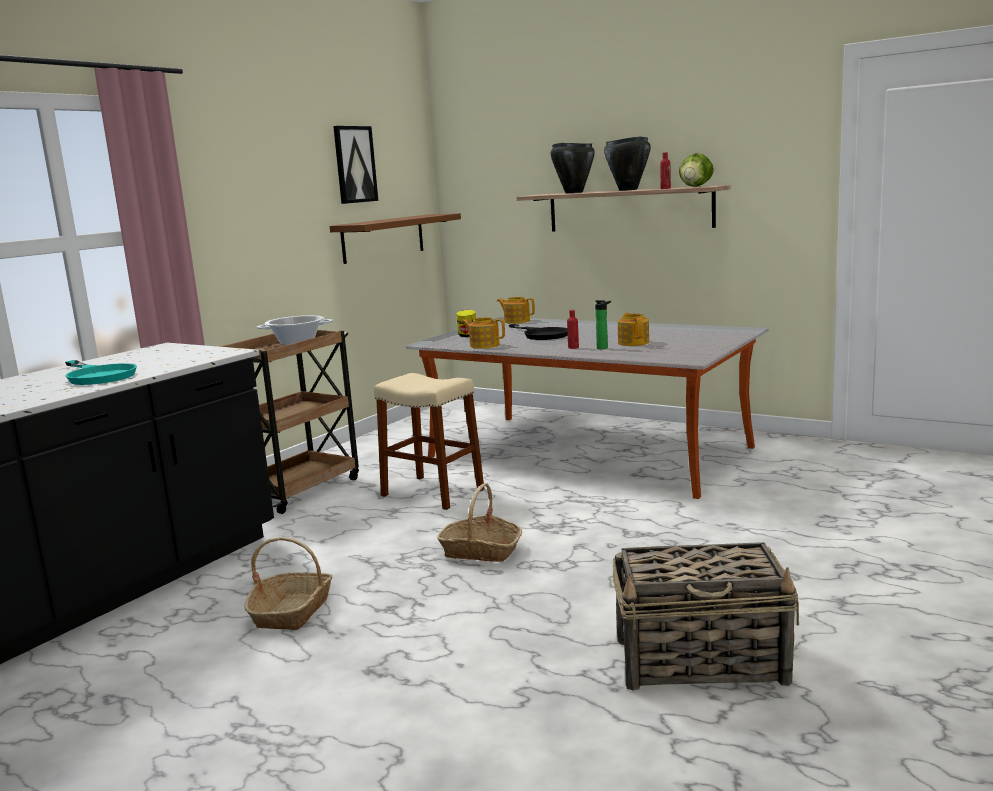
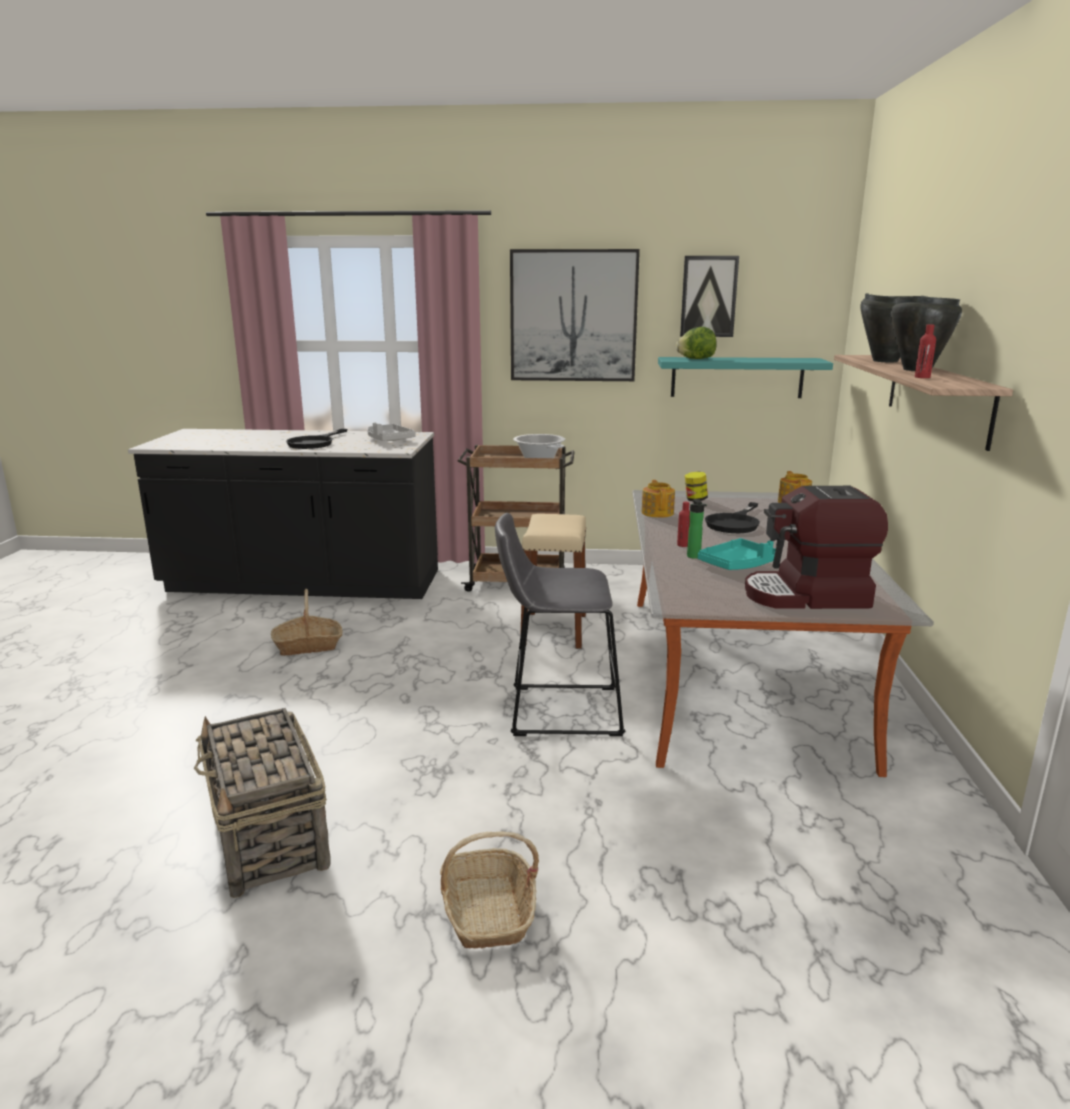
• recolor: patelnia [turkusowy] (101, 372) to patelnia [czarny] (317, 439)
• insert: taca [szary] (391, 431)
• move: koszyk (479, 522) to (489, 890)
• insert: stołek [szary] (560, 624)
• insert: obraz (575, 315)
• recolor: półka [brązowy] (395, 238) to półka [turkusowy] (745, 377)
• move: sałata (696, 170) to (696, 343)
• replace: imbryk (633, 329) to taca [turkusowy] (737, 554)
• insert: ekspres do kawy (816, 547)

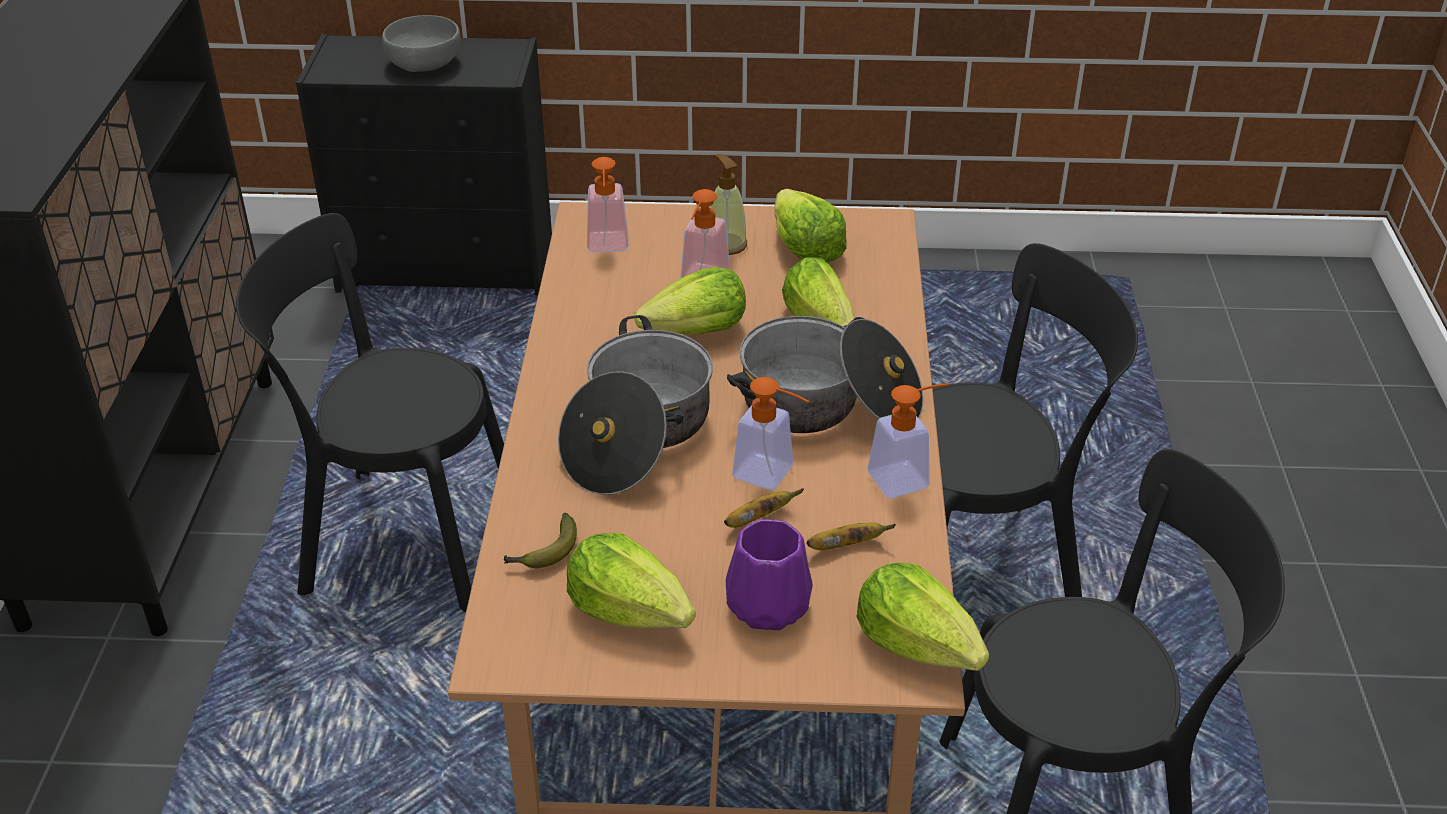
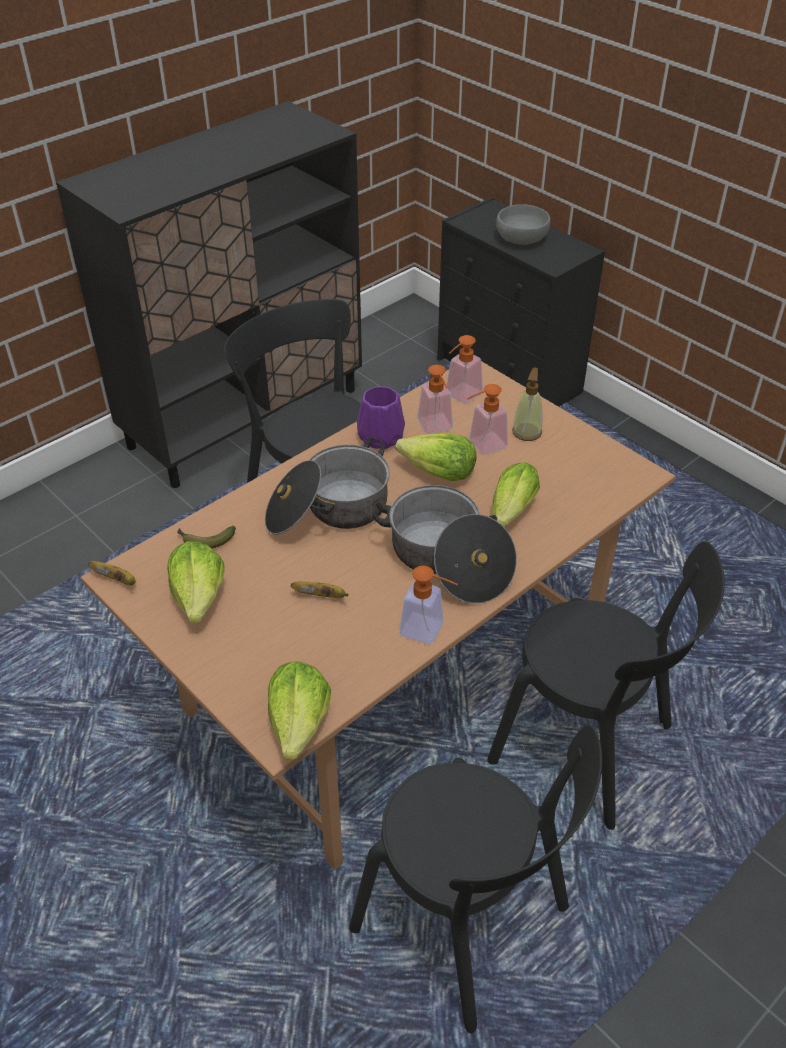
• move: banan (851, 536) to (112, 573)
• move: wazon [fioletowy] (769, 574) to (381, 417)
• move: dozownik mydła (770, 433) to (435, 399)
• delete: sałata (810, 226)

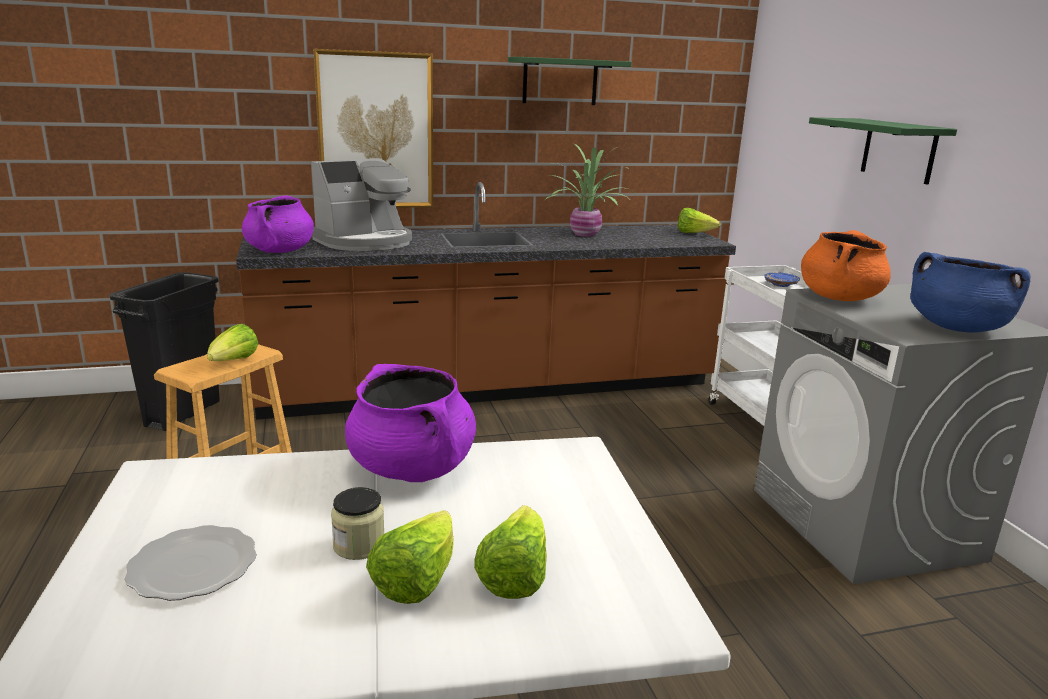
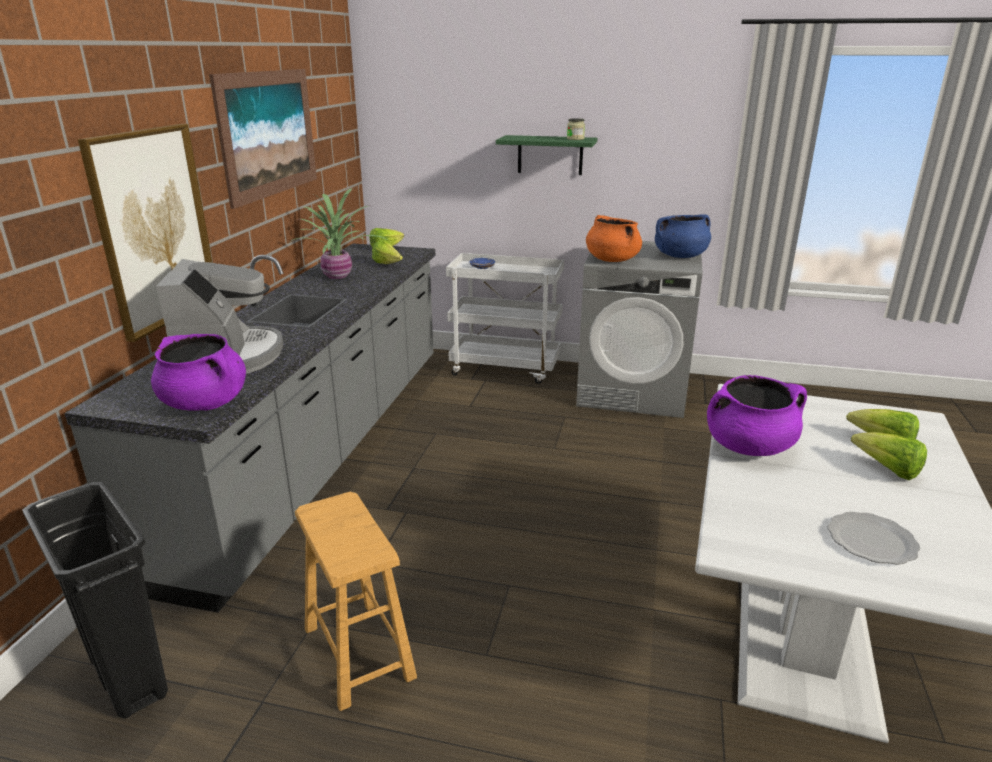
• recolor: zabudowa kuchenna [brązowy] (486, 301) to zabudowa kuchenna [szary] (249, 428)
• replace: półka [zielony] (570, 81) to obraz (263, 139)
• move: sałata (232, 342) to (387, 252)
• move: słoik (357, 523) to (576, 129)

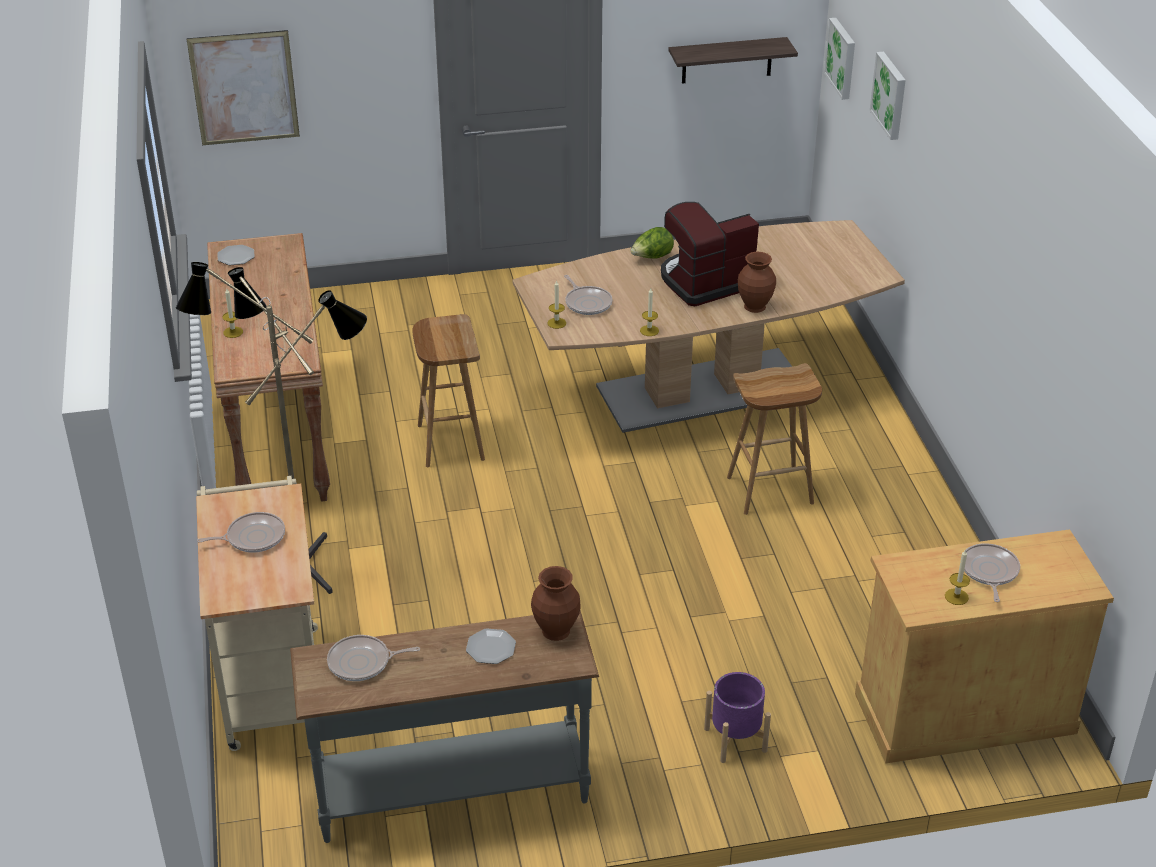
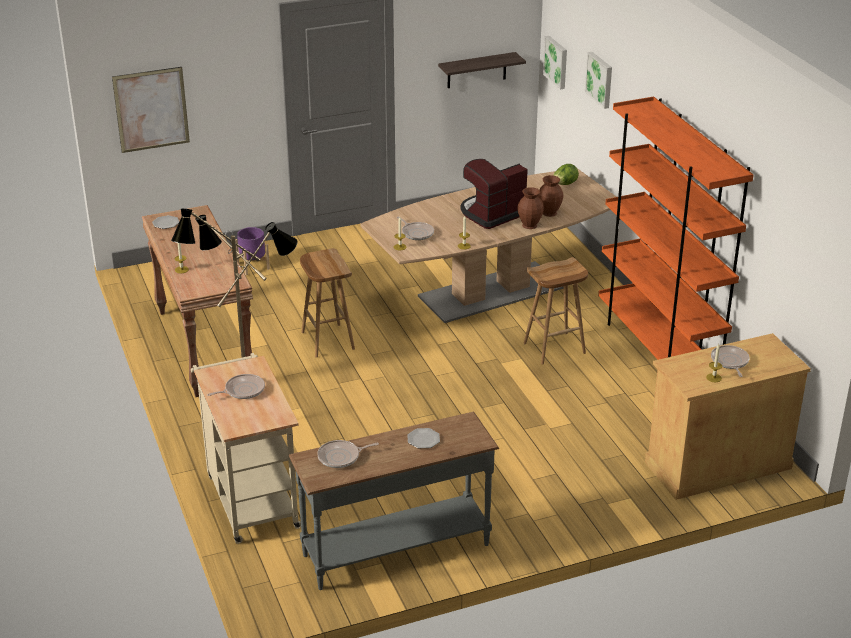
• move: donica [fioletowy] (737, 717) to (252, 251)
• move: wazon [brązowy] (556, 603) to (550, 196)
• move: sałata (652, 243) to (566, 174)
• insert: regał [pomarańczowy] (676, 228)

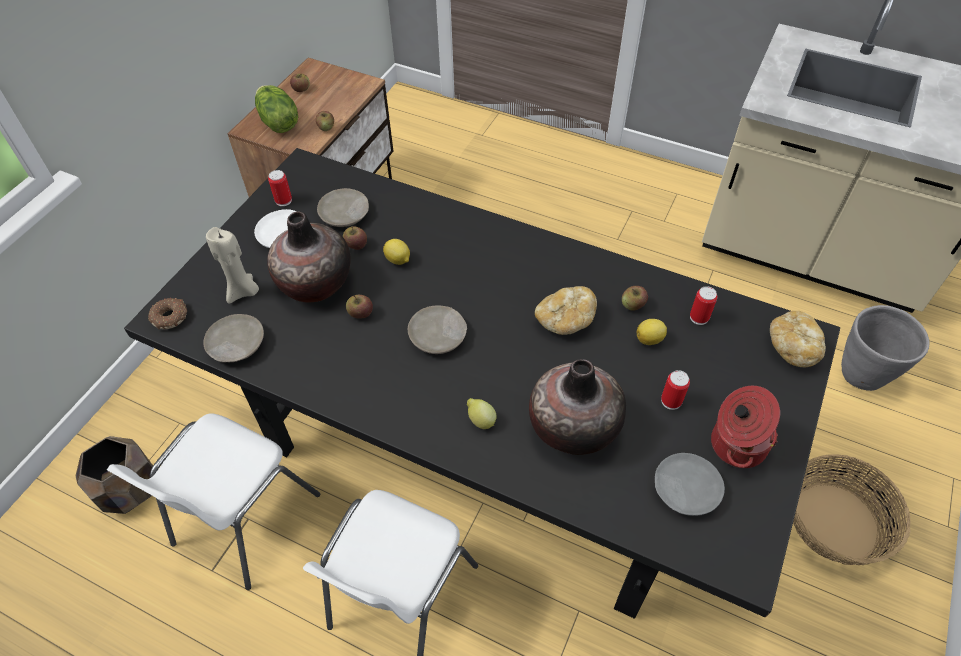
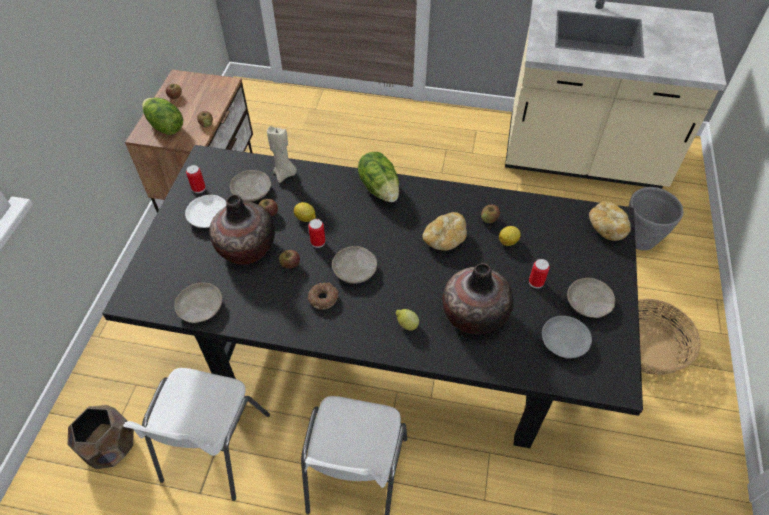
• move: świeca [beżowy] (232, 265) to (282, 154)
• move: puszka (703, 305) to (316, 233)
• move: donut (167, 313) to (323, 296)
• insert: sałata (378, 177)
• replace: garnek (745, 427) to talerz [beżowy] (591, 298)

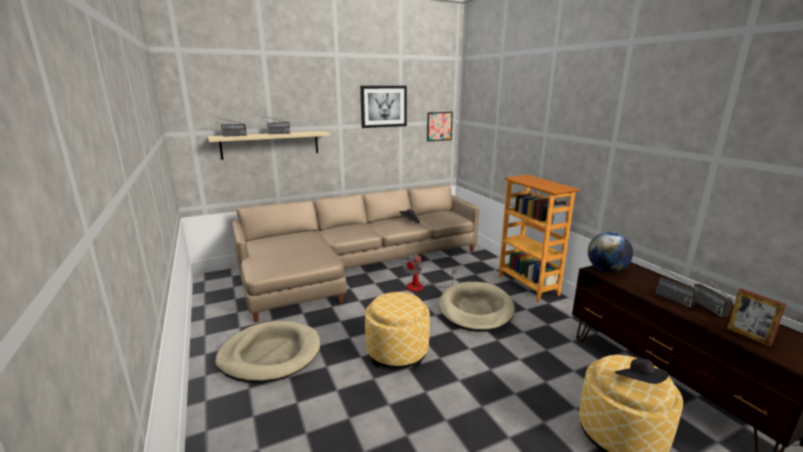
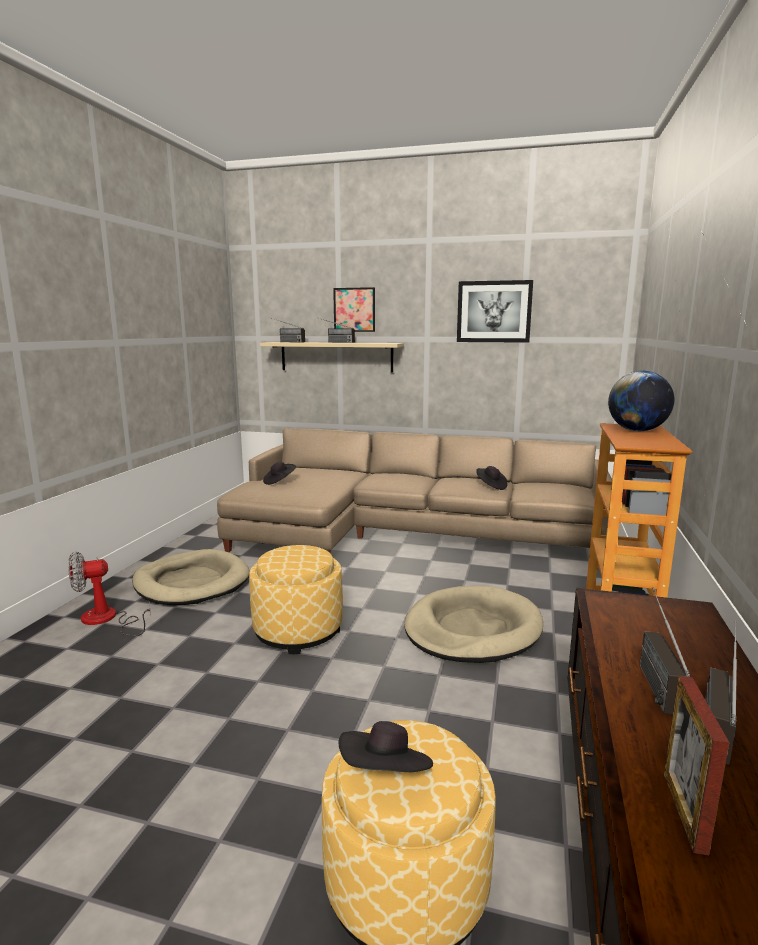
• move: wentylator (429, 272) to (109, 593)
• insert: kapelusz [czarny] (279, 473)
• move: obraz (440, 127) to (354, 309)
• move: globus (610, 252) to (641, 401)

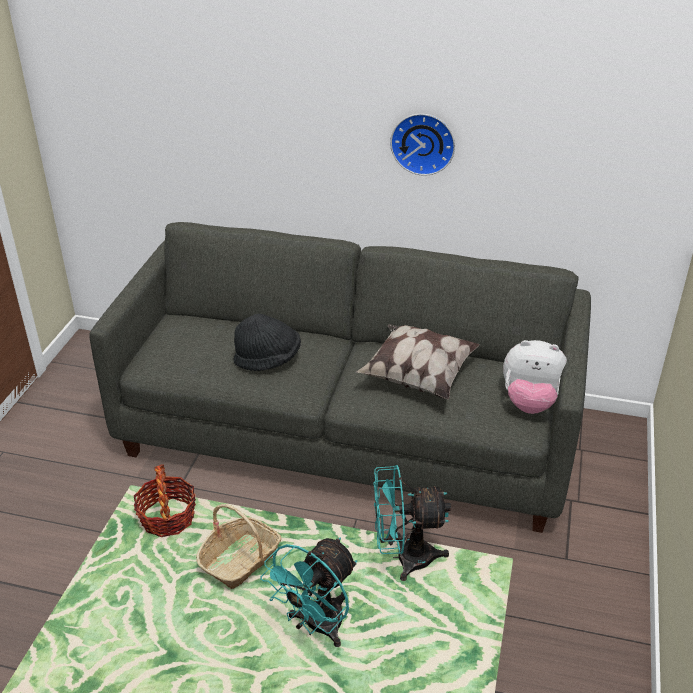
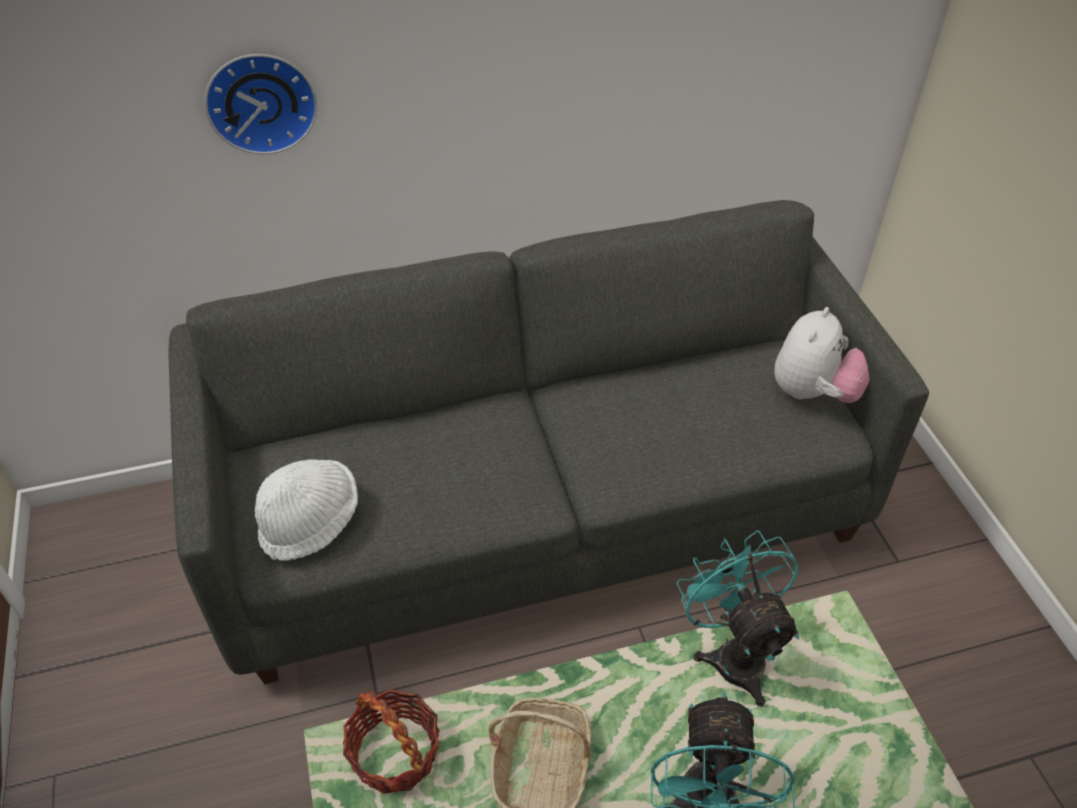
• move: zegar ścienny (422, 145) to (260, 104)
• insert: kapelusz [biały] (306, 510)
• rotate: wentylator [turkusowy] (412, 523) = (738, 618) 105 degrees clockwise
• rotate: pluszak (535, 377) = (822, 355) 45 degrees counterclockwise
• delete: kapelusz [czarny] (267, 342)
• delete: poduszka (418, 361)

